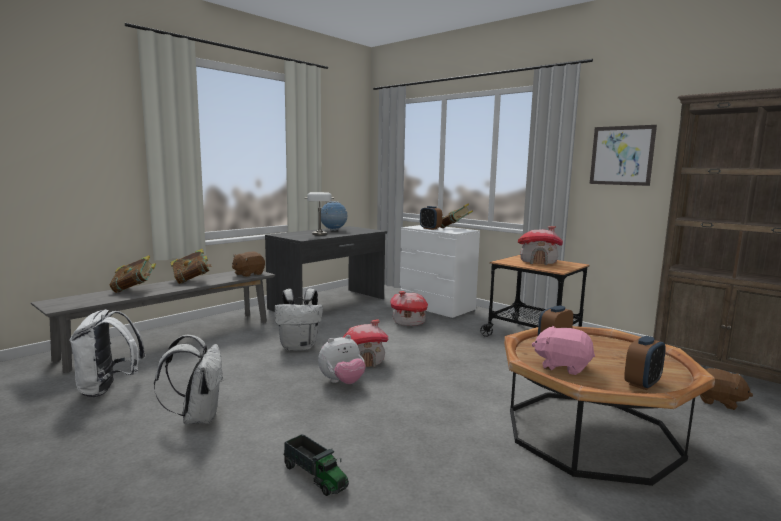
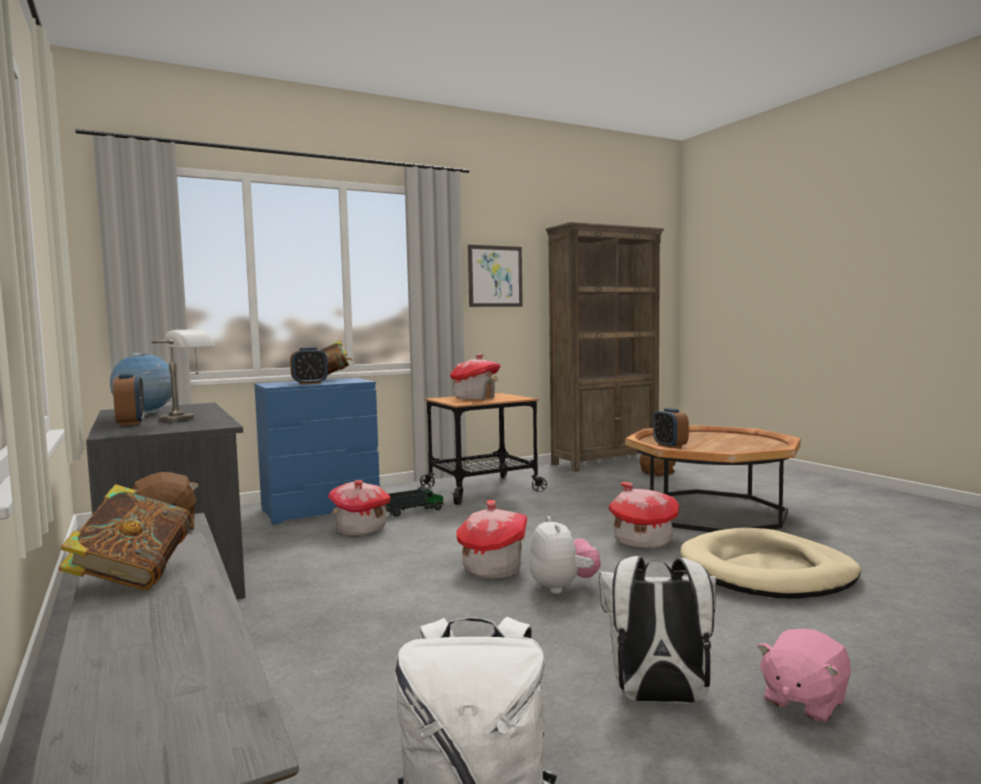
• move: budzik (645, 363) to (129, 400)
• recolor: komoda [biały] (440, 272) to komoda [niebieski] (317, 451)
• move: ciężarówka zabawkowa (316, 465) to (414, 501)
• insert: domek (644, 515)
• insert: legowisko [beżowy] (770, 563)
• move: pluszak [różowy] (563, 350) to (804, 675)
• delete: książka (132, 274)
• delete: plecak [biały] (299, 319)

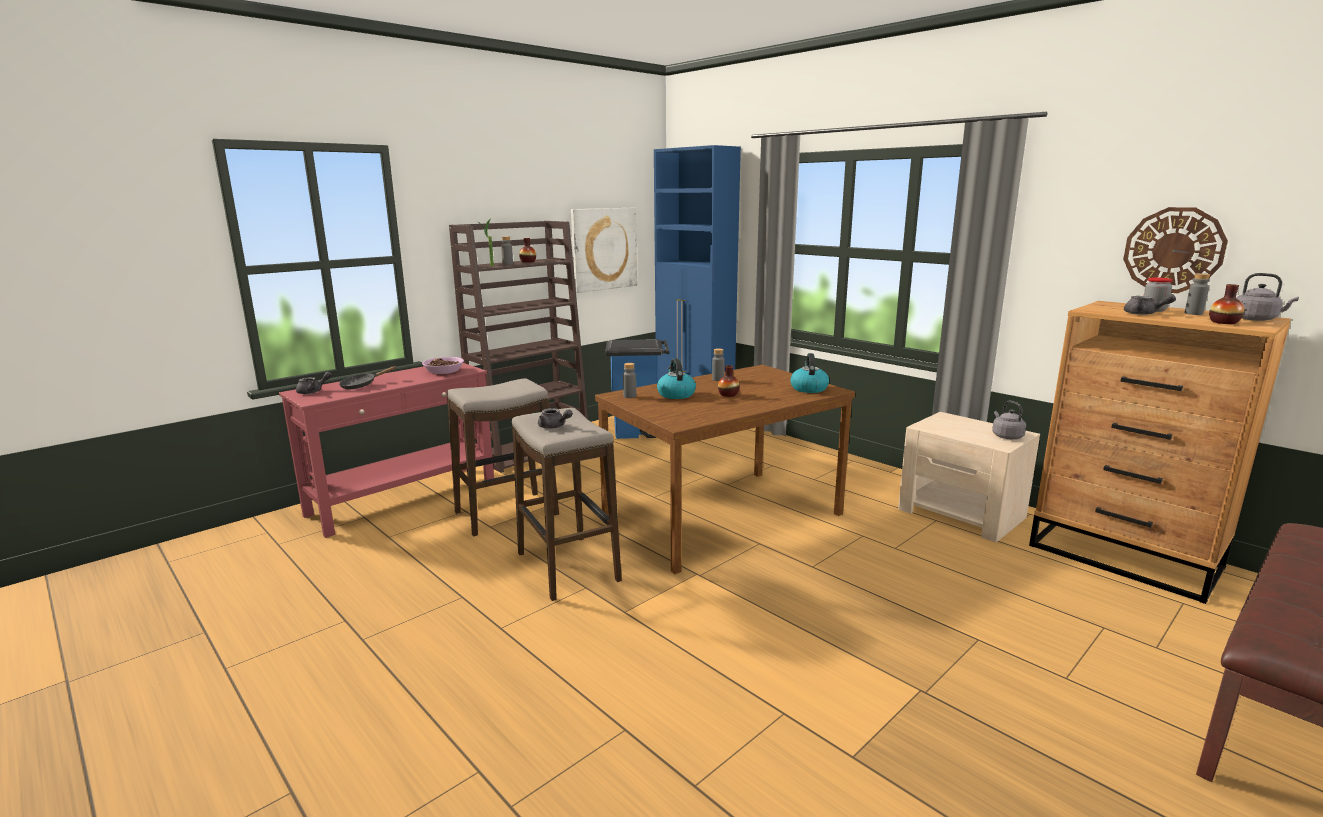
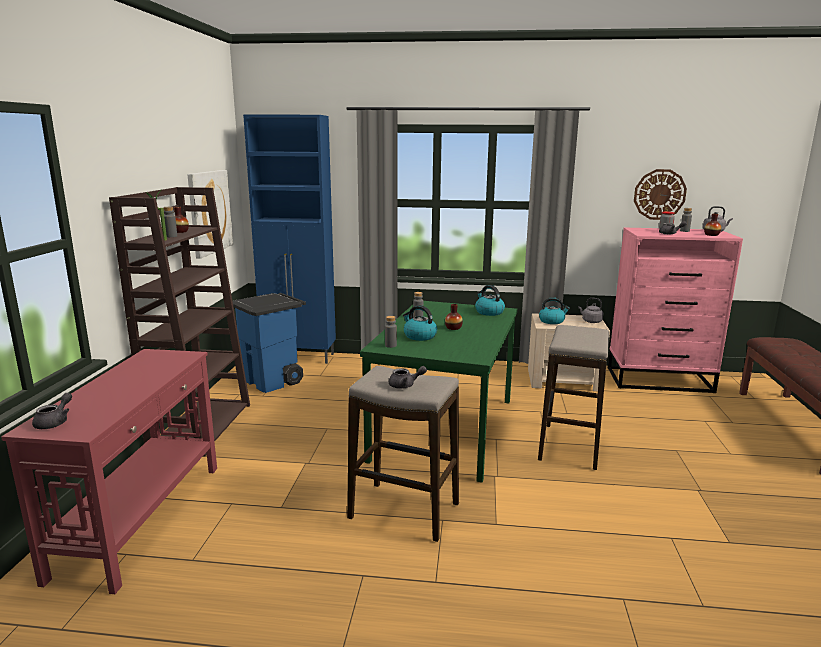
• recolor: stół jadalny [brązowy] (725, 469) to stół jadalny [zielony] (438, 391)
• move: stołek (503, 457) to (573, 397)
• insert: czajnik (554, 310)
• recolor: komoda [brązowy] (1160, 452) to komoda [różowy] (675, 310)
• delete: patelnia [czarny] (367, 377)
• delete: miska (443, 365)

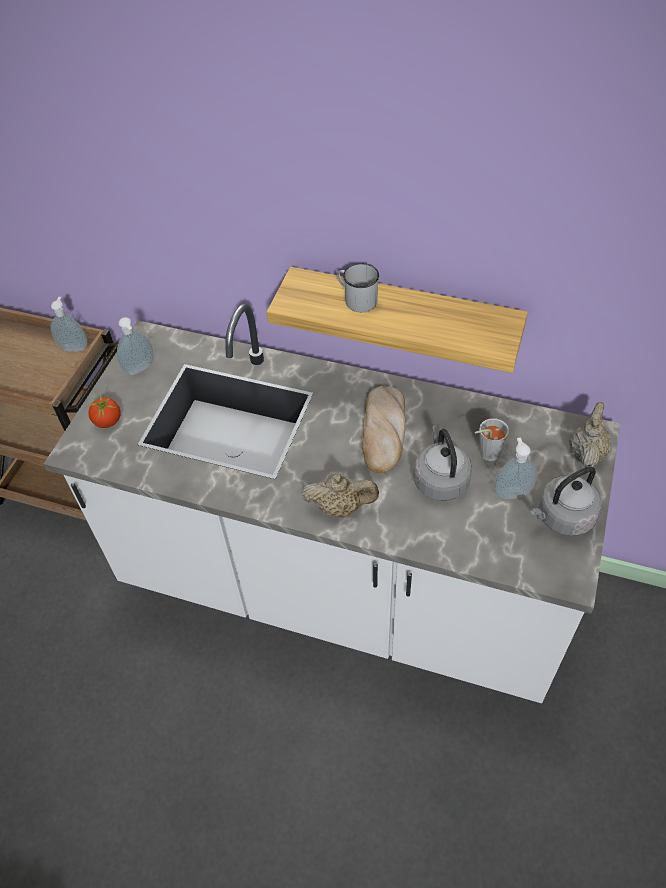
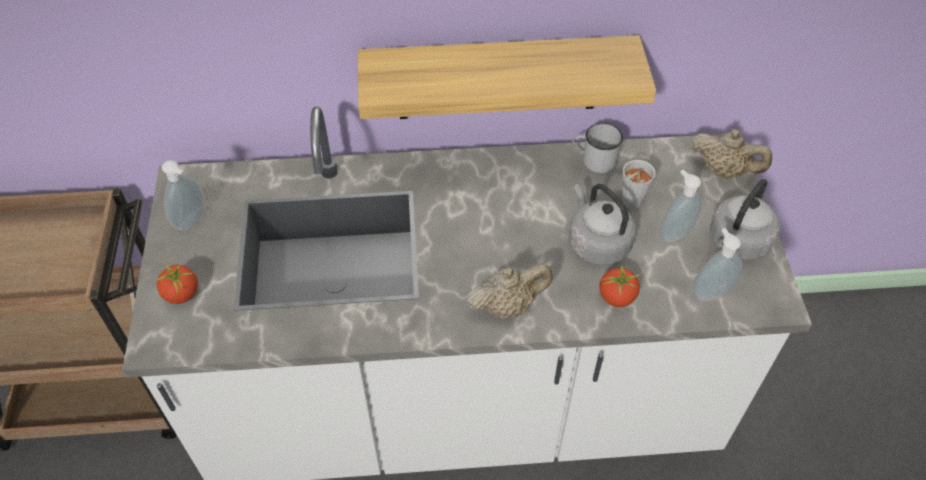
• move: kubek [biały] (358, 287) to (597, 148)
• insert: pomidor (621, 285)
• rotate: imbryk [beżowy] (589, 434) = (731, 154) 120 degrees clockwise
• move: dozownik mydła (68, 324) to (718, 264)
• delete: chleb (384, 429)

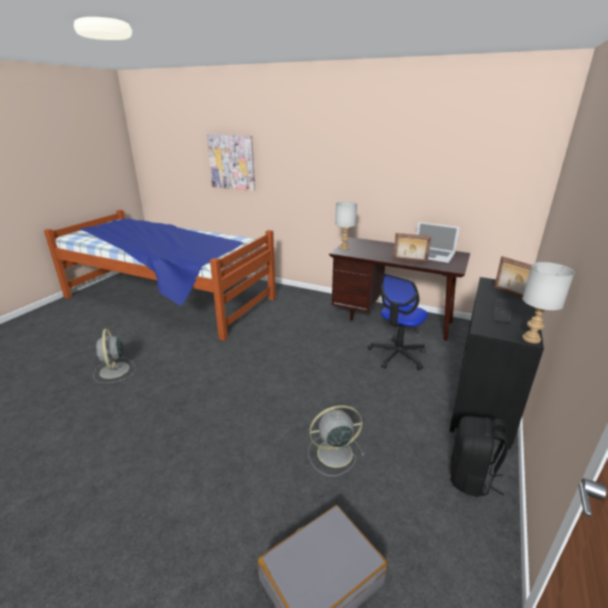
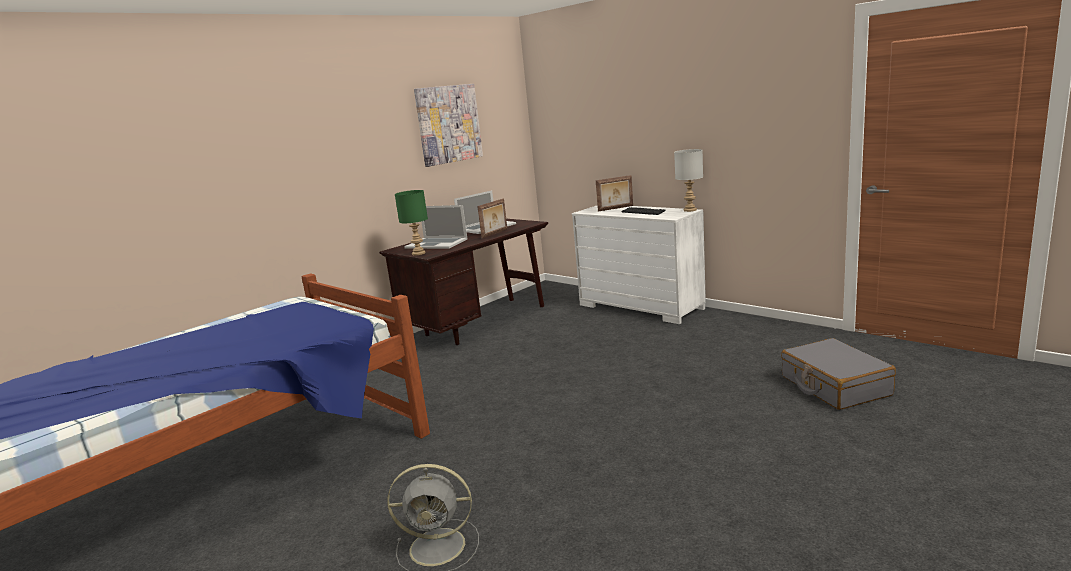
• recolor: lampa stołowa [szary] (346, 226) to lampa stołowa [zielony] (411, 222)
• insert: laptop (435, 227)
• move: obraz (231, 162) to (448, 125)
• recolor: komoda [czarny] (496, 363) to komoda [biały] (639, 265)
• delete: wentylator [szary] (336, 440)
• delete: krzesło biurowe (398, 322)
• delete: plecak [czarny] (479, 456)

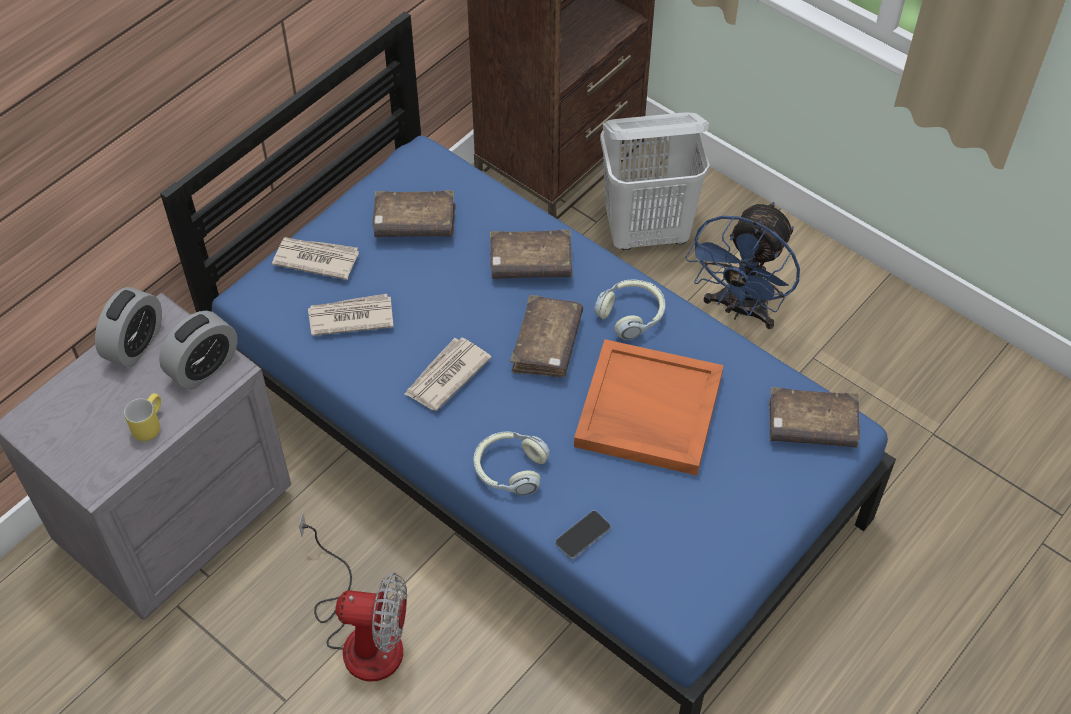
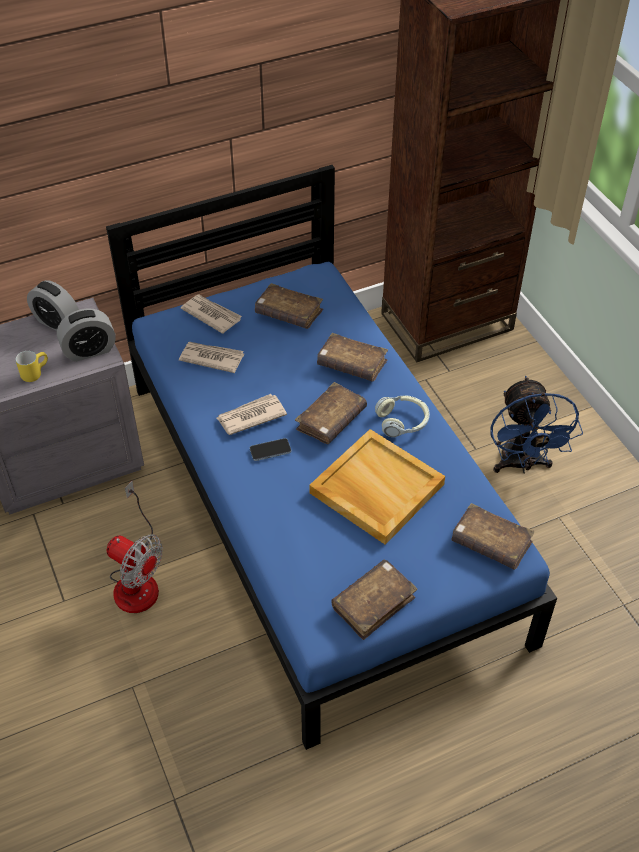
• rotate: budzik (128, 327) = (53, 305) 75 degrees clockwise
• move: telefon (583, 535) to (270, 449)
• recolor: taca [pomarańczowy] (649, 407) to taca [beżowy] (377, 487)
• insert: książka [brązowy] (374, 600)
• rotate: wentylator [niebieski] (742, 265) = (536, 425) 60 degrees counterclockwise
• delete: słuchawki (511, 463)
• delete: kosz na pranie [biały] (655, 181)

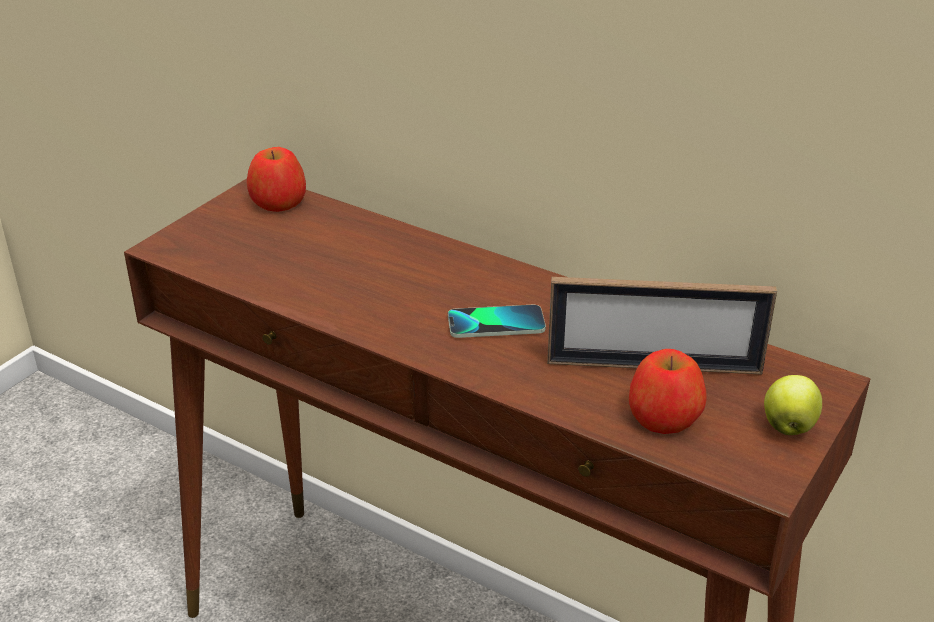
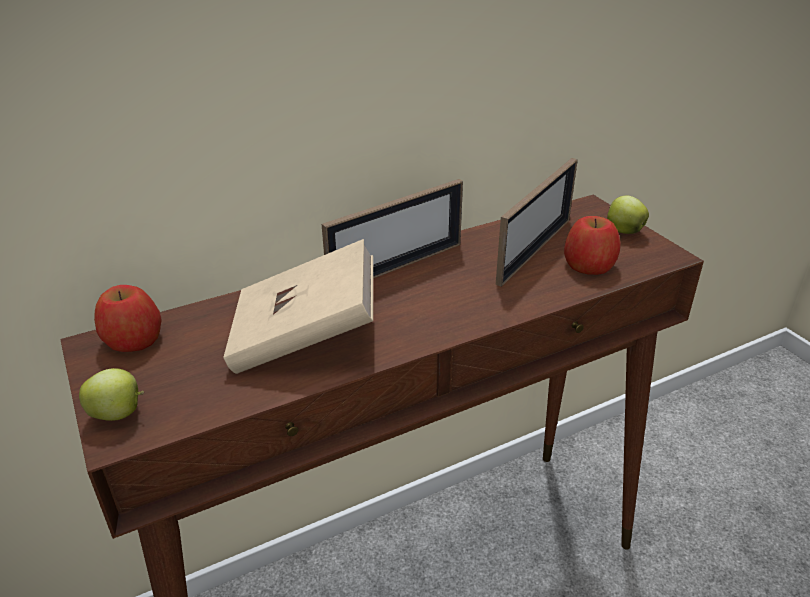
• insert: jabłko (111, 394)
• insert: książka [beżowy] (298, 306)
• insert: ramka na zdjęcie (392, 229)
• delete: telefon (497, 321)

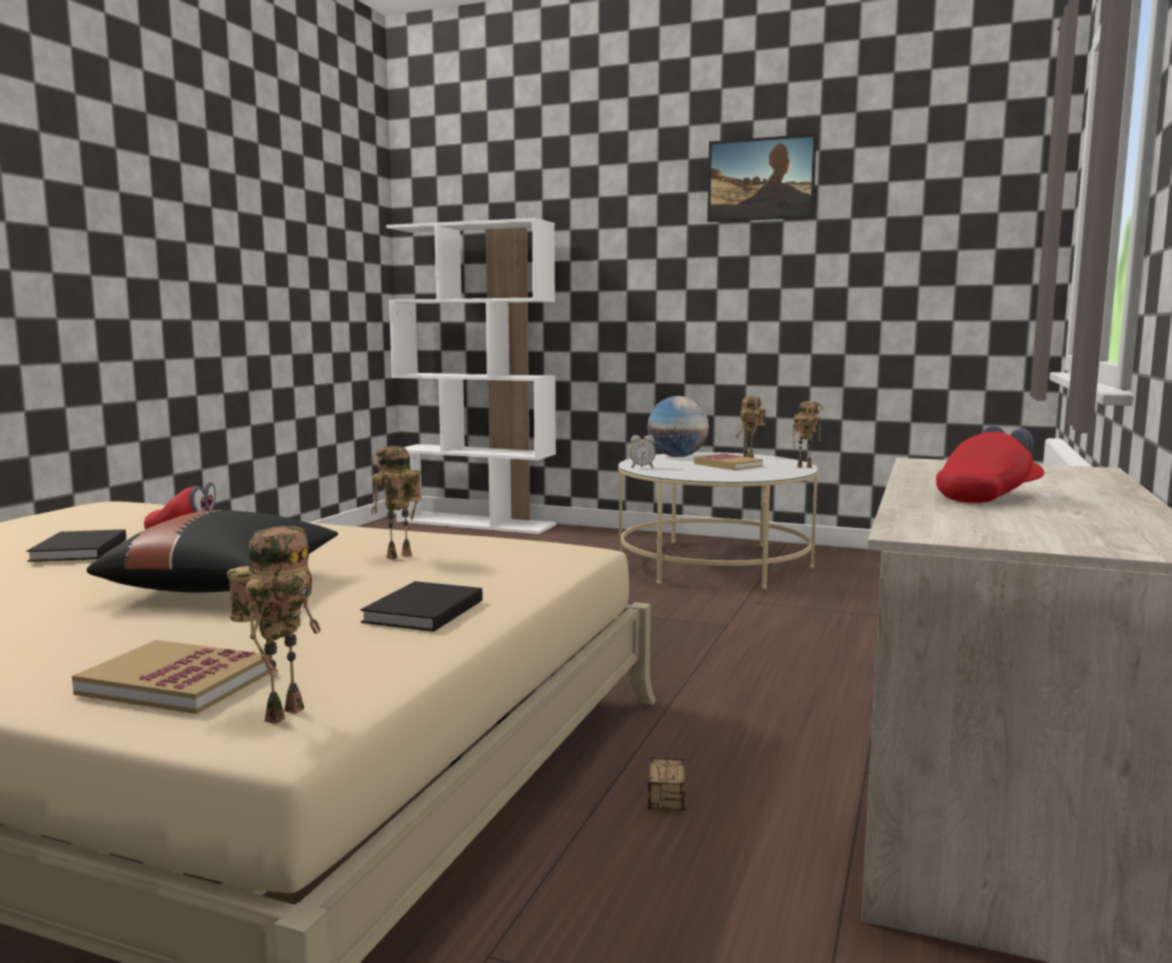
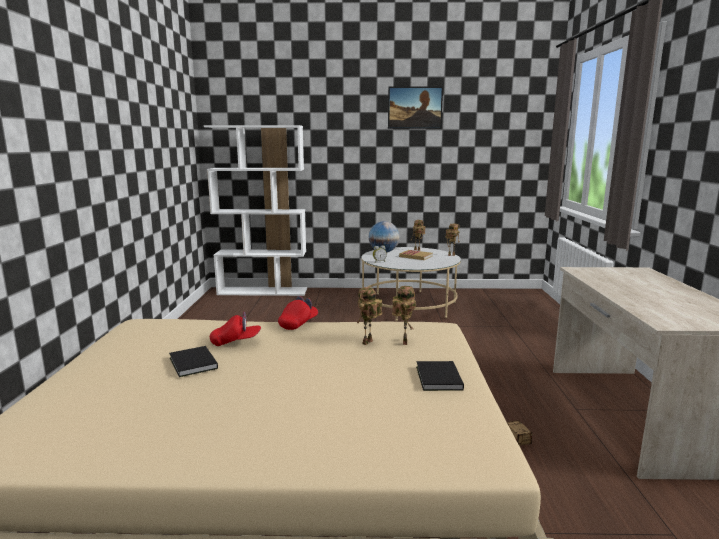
• move: czapka z daszkiem [czerwony] (990, 464) to (298, 313)
• move: robot zabawkowy (274, 625) to (404, 315)
• delete: książka (171, 677)
• delete: poduszka [czarny] (212, 551)

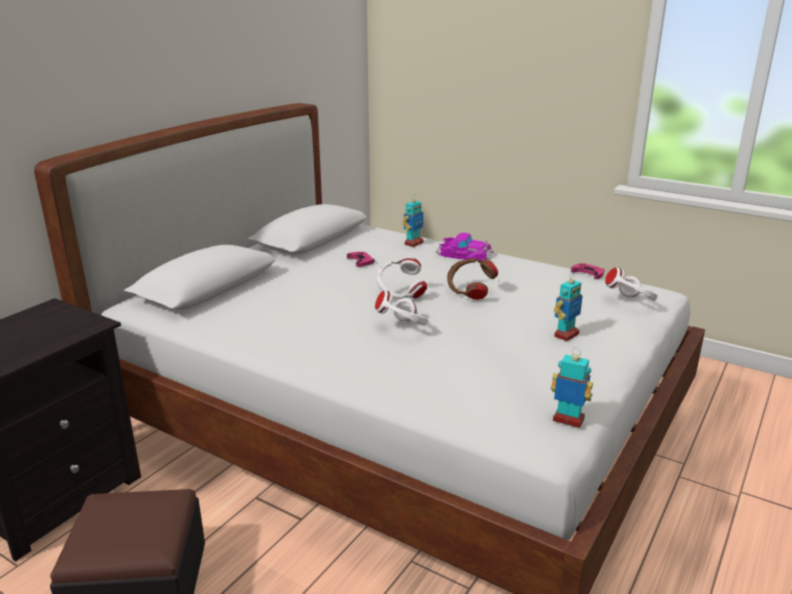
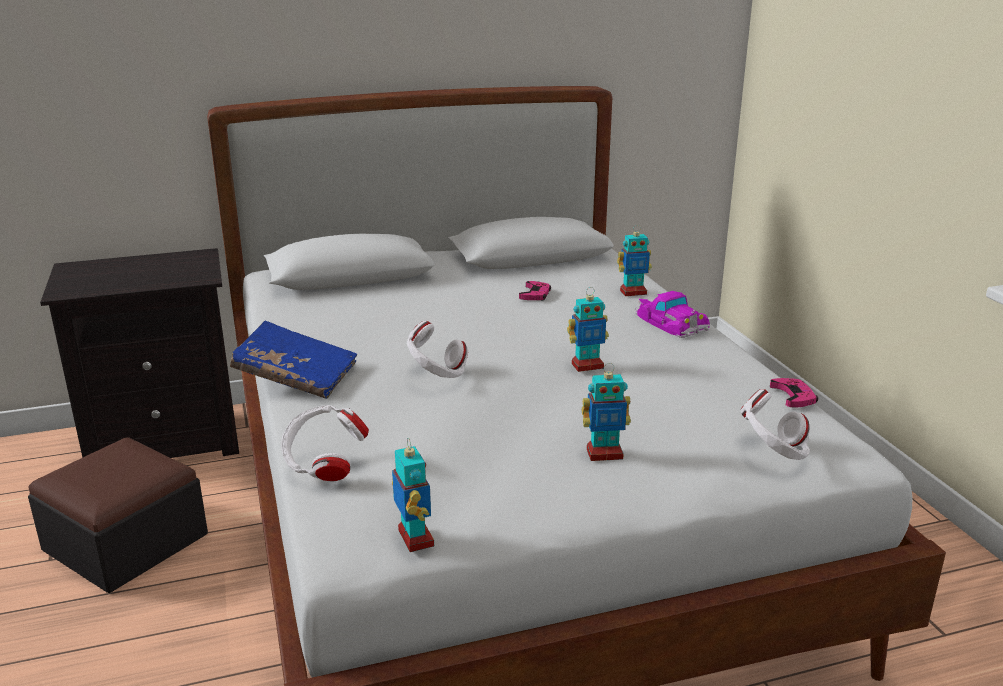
• insert: książka [niebieski] (293, 360)
• move: słuchawki [biały] (401, 278) to (325, 443)
• replace: słuchawki [brązowy] (472, 279) to robot zabawkowy (588, 329)

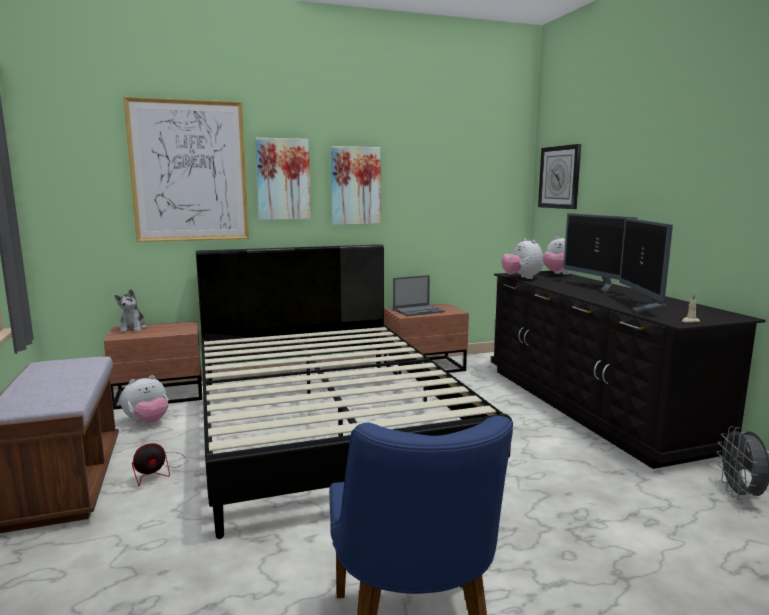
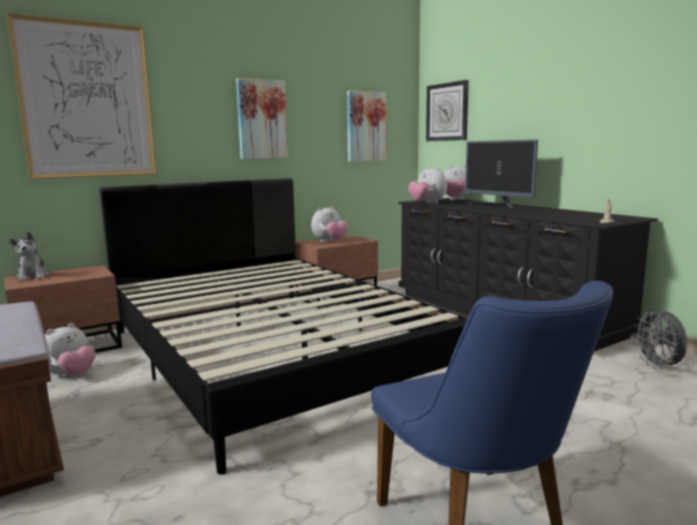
• replace: laptop (419, 295) to pluszak (329, 224)
• move: obraz (283, 179) to (366, 126)
• delete: wentylator (160, 464)
• delete: monitor (644, 265)

